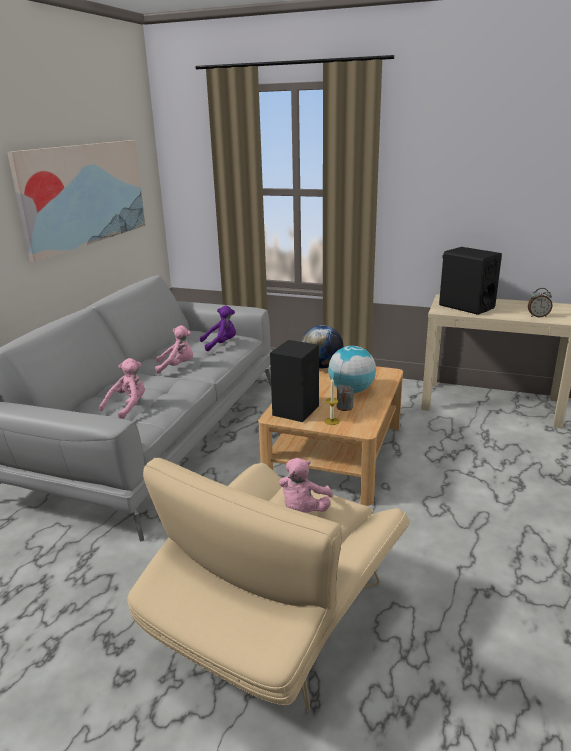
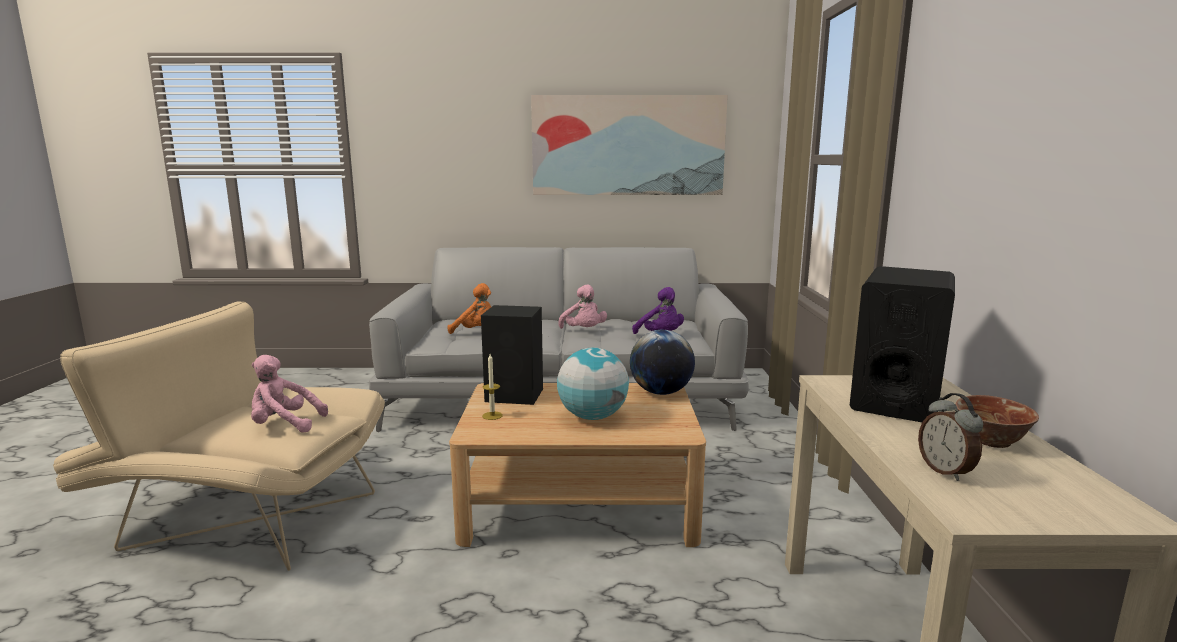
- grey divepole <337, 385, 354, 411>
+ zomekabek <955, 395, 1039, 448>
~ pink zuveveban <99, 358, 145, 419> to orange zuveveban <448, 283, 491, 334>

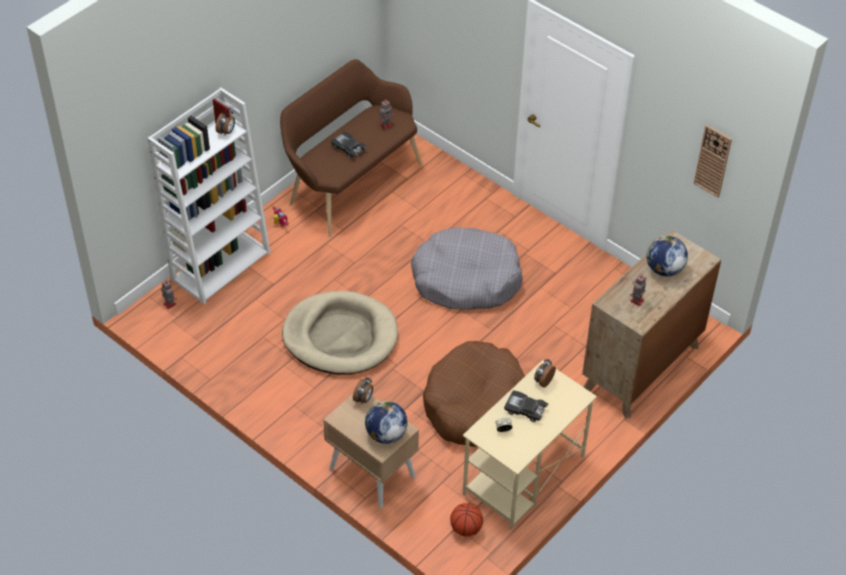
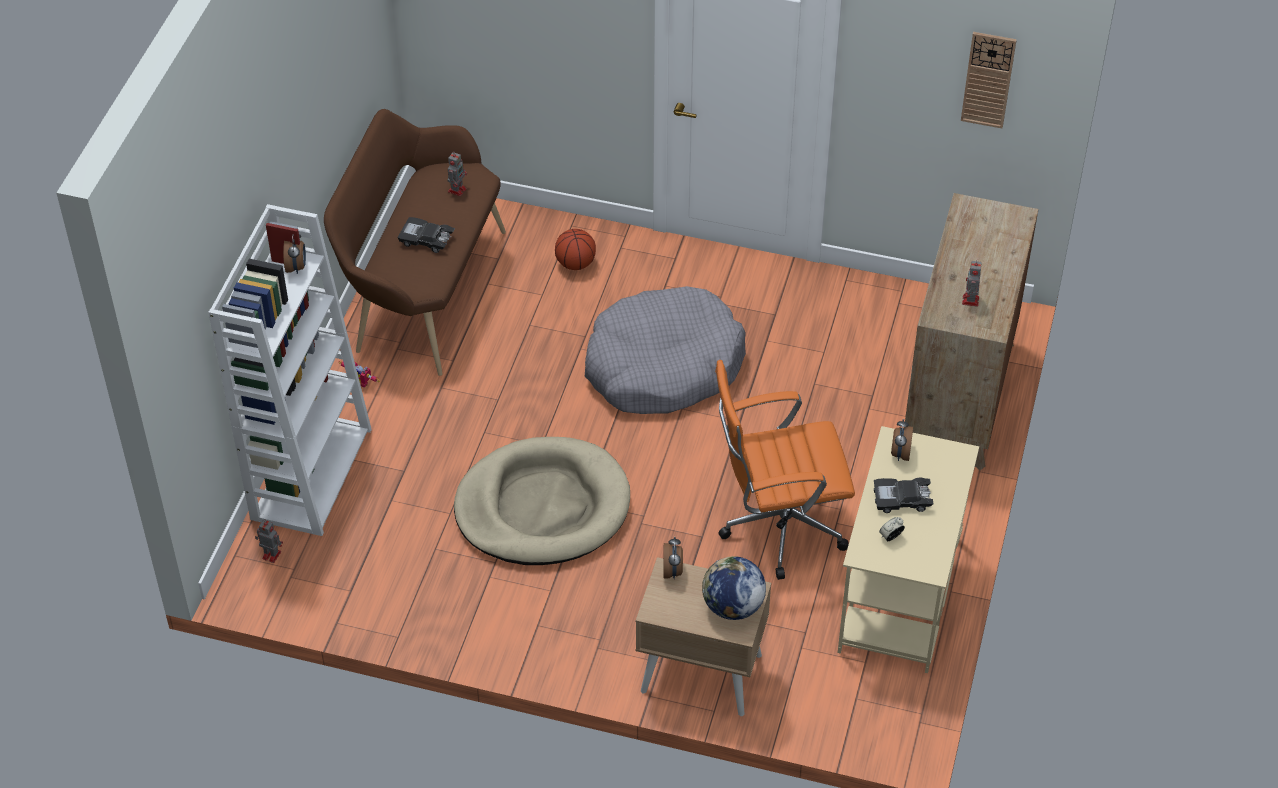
- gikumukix <646, 236, 688, 276>
~ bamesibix <450, 503, 483, 537> to <555, 229, 596, 270>
~ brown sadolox <423, 341, 525, 447> to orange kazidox <715, 360, 855, 580>

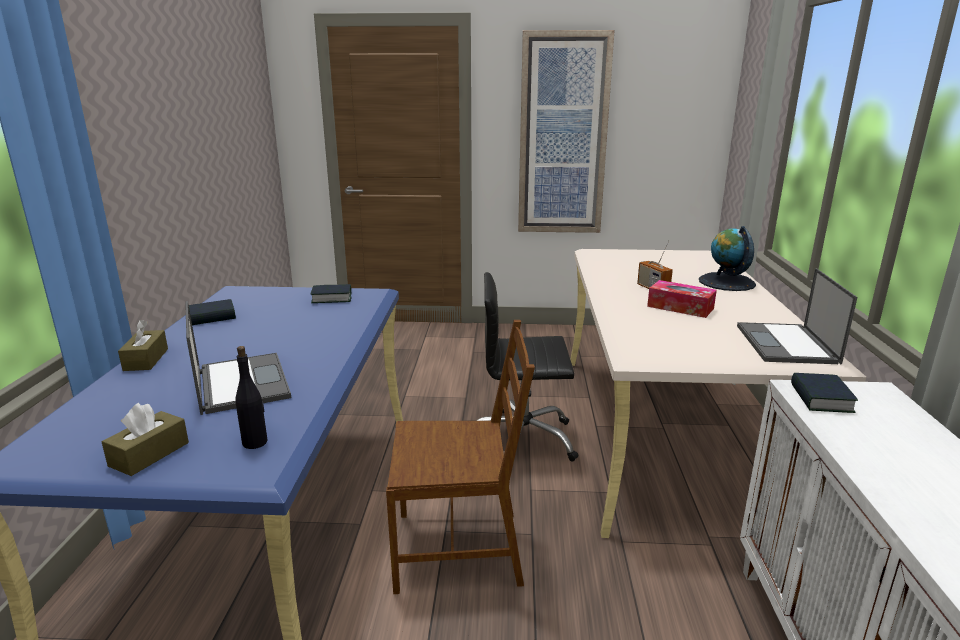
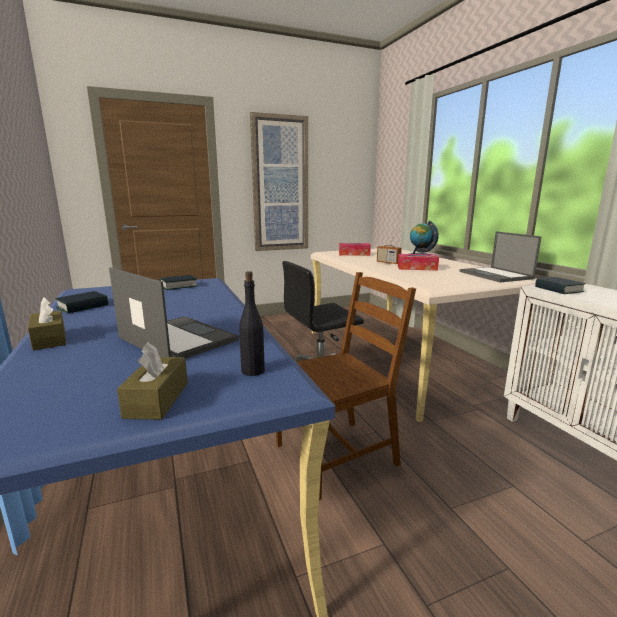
+ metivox <339, 243, 371, 256>

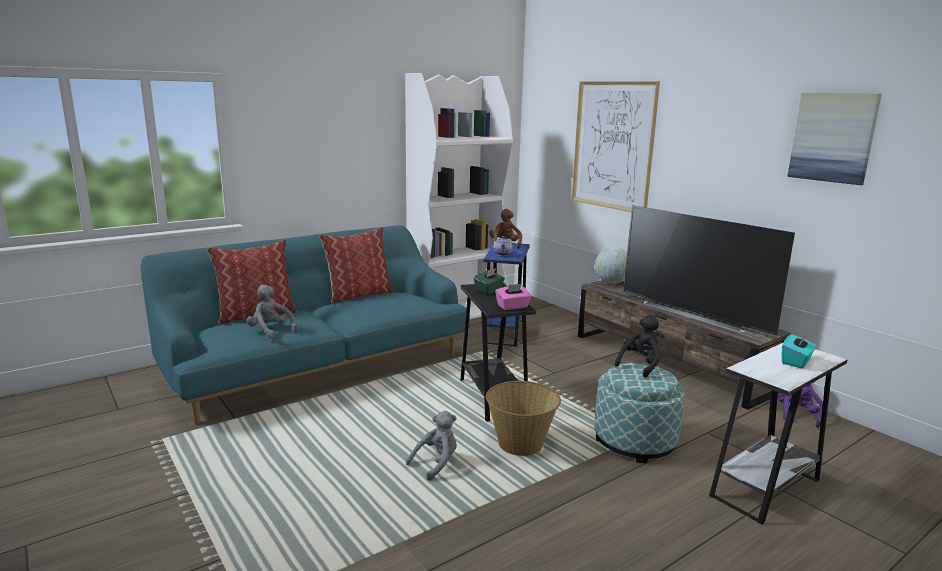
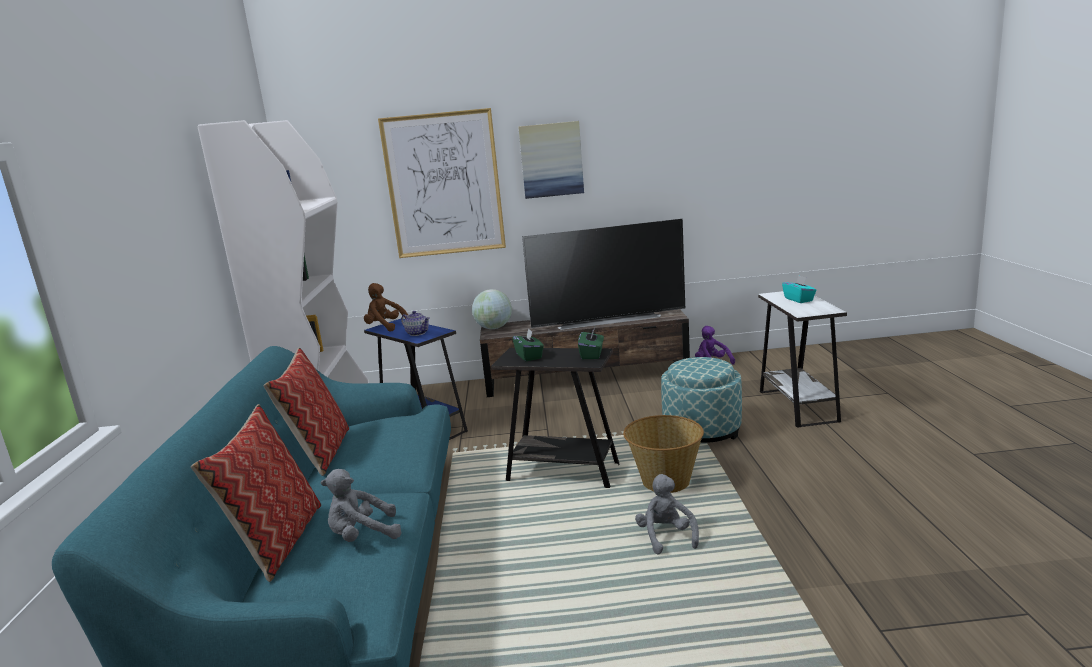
- black zuveveban <615, 315, 661, 377>
~ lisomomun <787, 93, 882, 185> to <518, 121, 584, 199>
~ pink metivox <495, 284, 532, 310> to green metivox <578, 327, 604, 359>

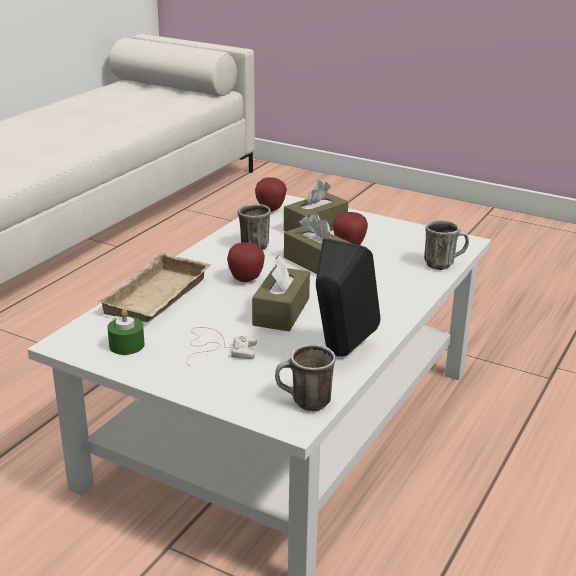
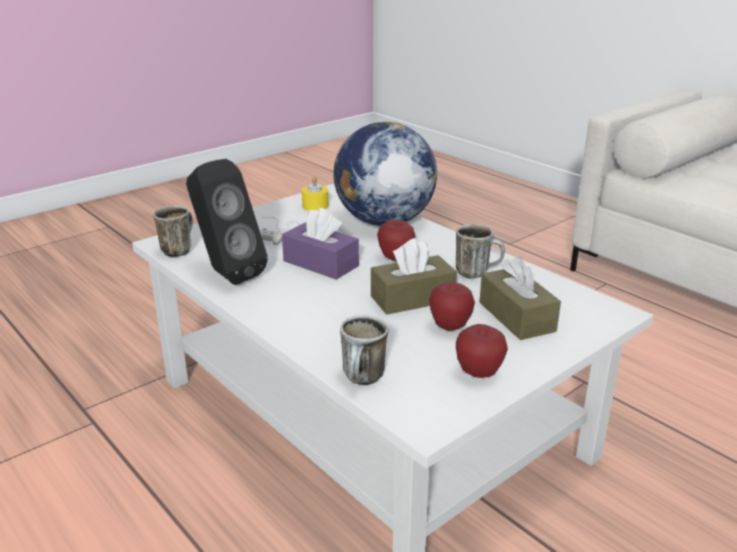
~ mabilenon <255, 177, 287, 212> to <456, 324, 508, 378>
~ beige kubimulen <97, 252, 212, 322> to gikumukix <334, 122, 437, 226>
~ green divepole <107, 309, 145, 355> to yellow divepole <302, 176, 329, 211>
~ brown metivox <252, 255, 310, 331> to purple metivox <282, 208, 359, 280>

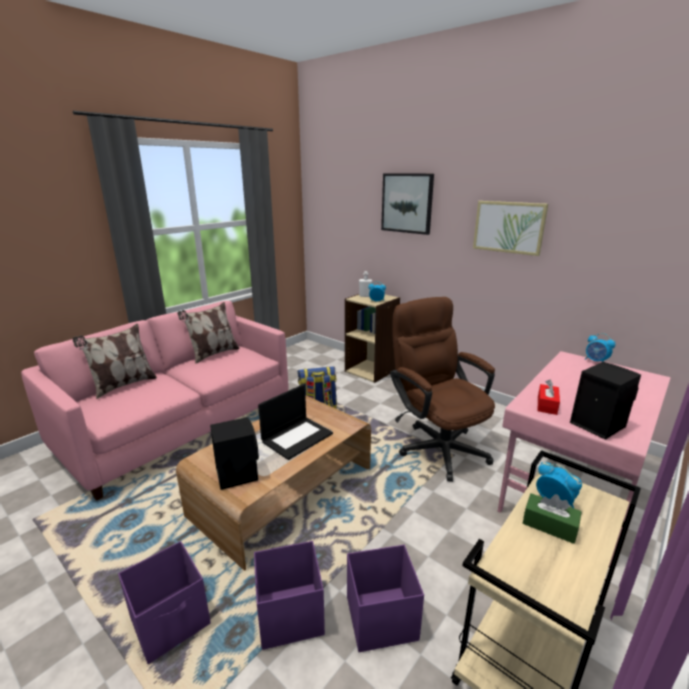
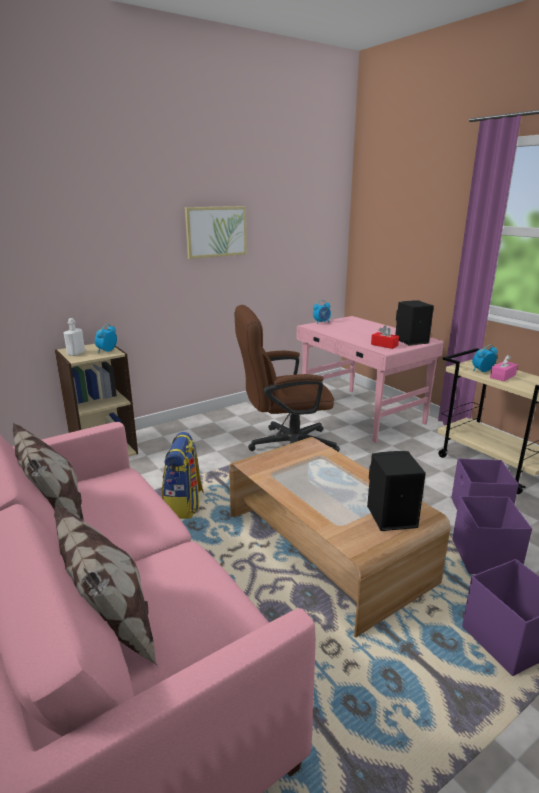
- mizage <258, 384, 333, 460>
- lisomomun <381, 173, 434, 235>
~ green metivox <523, 493, 581, 544> to pink metivox <490, 355, 518, 381>

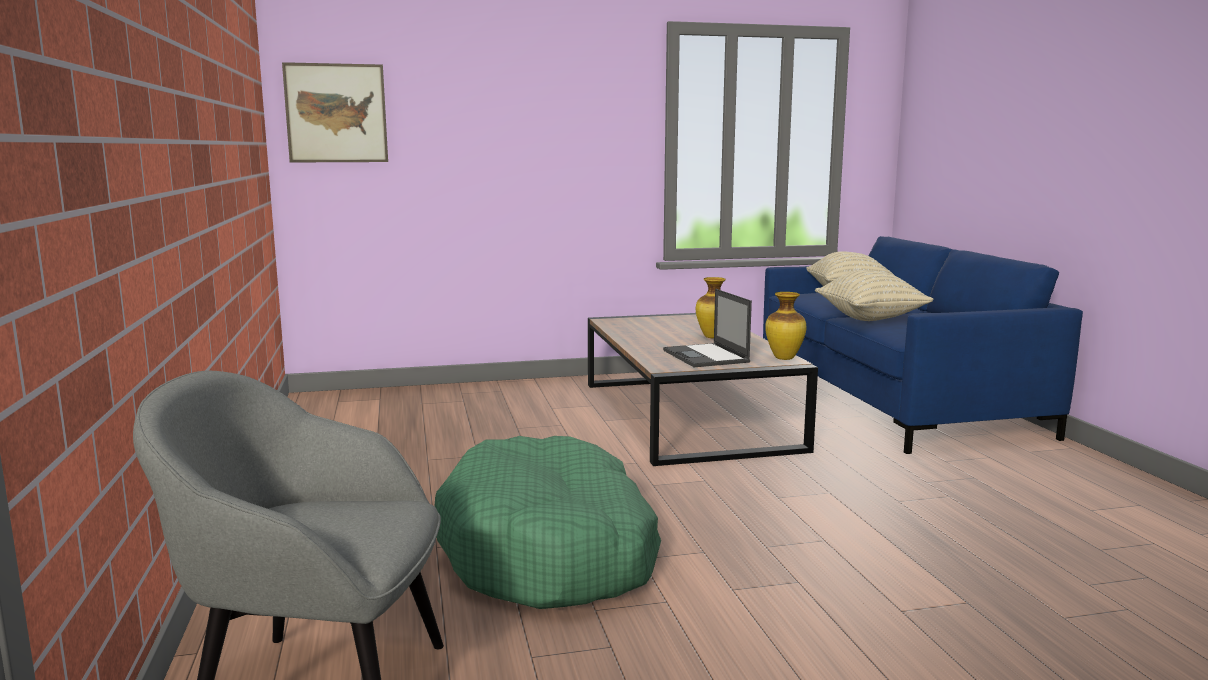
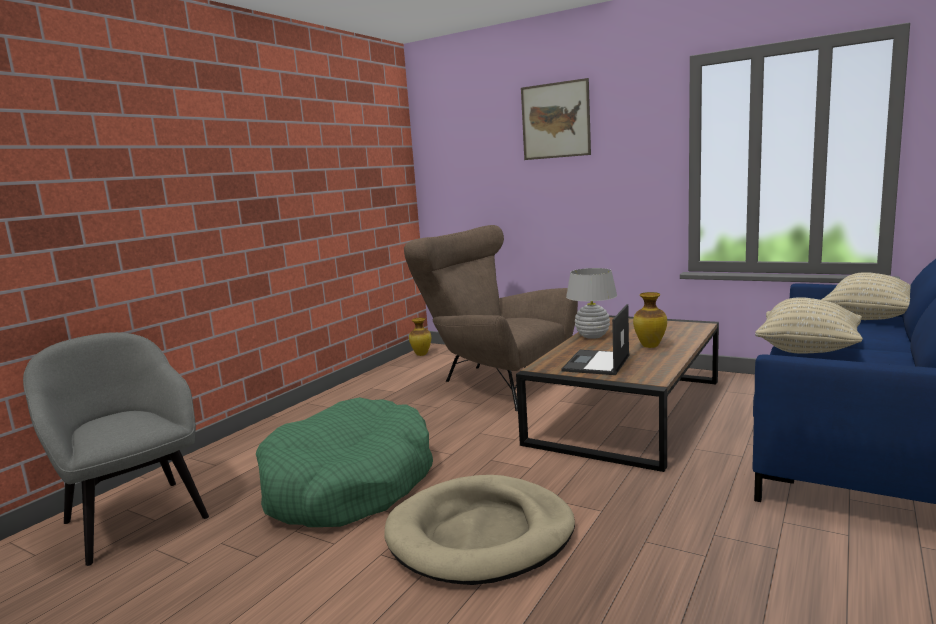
+ beige sadolox <385, 475, 575, 585>
+ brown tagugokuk <404, 225, 578, 411>
+ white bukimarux <566, 268, 617, 339>
~ lisomomun <282, 62, 388, 163> to <521, 78, 591, 160>
~ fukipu <765, 292, 806, 360> to <409, 318, 431, 356>

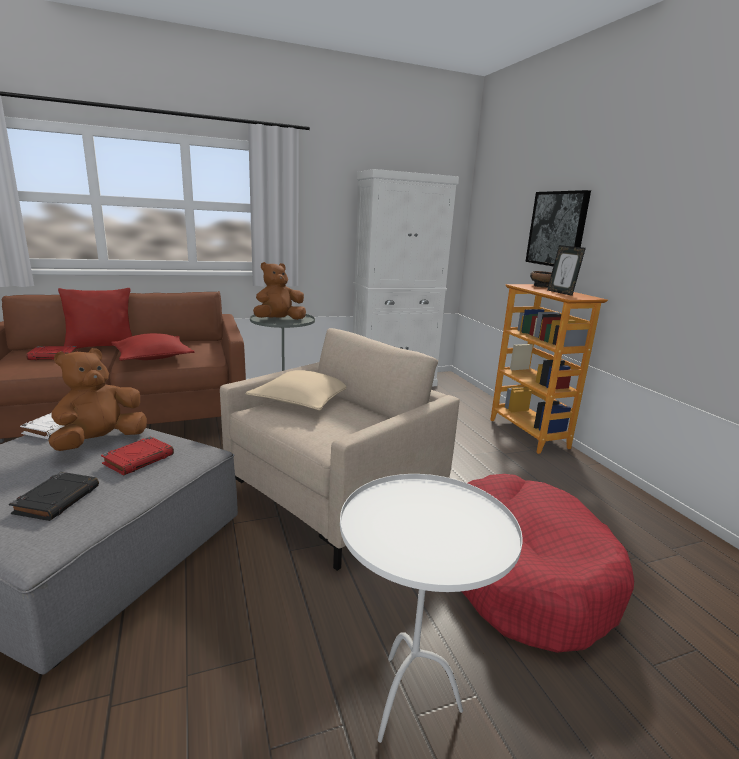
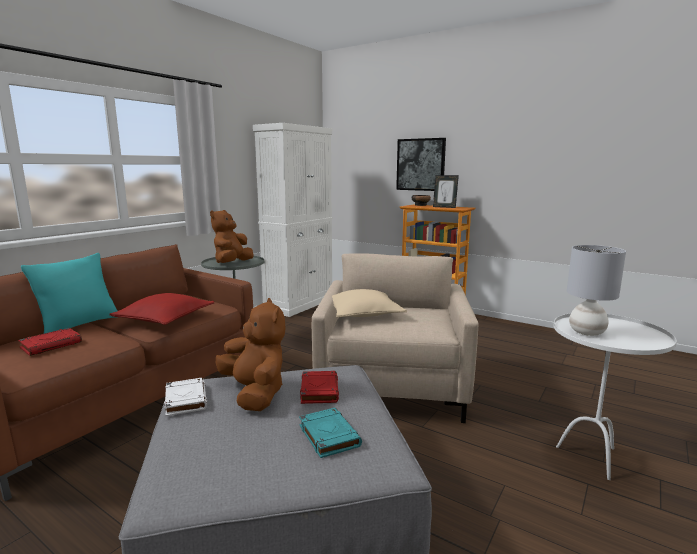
- red sadolox <461, 474, 634, 653>
+ grey bukimarux <567, 245, 626, 336>
~ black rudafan <9, 472, 99, 521> to turquoise rudafan <299, 408, 362, 458>
~ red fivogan <58, 288, 132, 349> to turquoise fivogan <21, 253, 117, 334>
~ brown zuveveban <48, 348, 147, 451> = <216, 298, 286, 411> 150 degrees clockwise

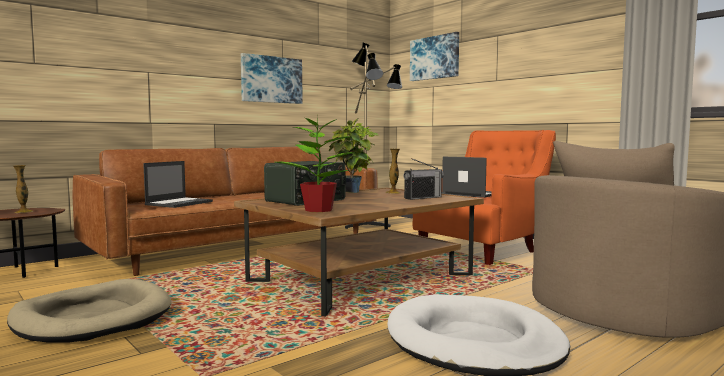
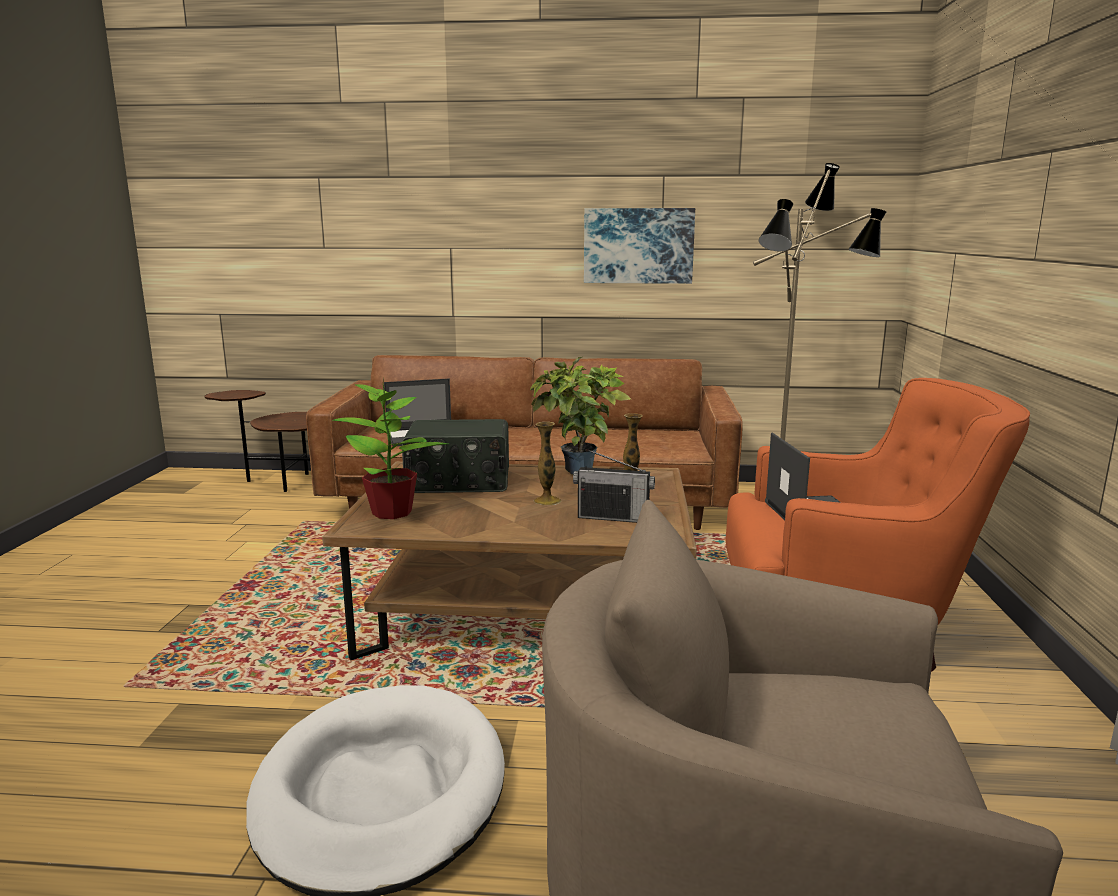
- beige sadolox <7, 279, 171, 343>
- lisomomun <410, 32, 459, 81>
~ fukipu <13, 165, 33, 213> to <533, 422, 561, 505>

